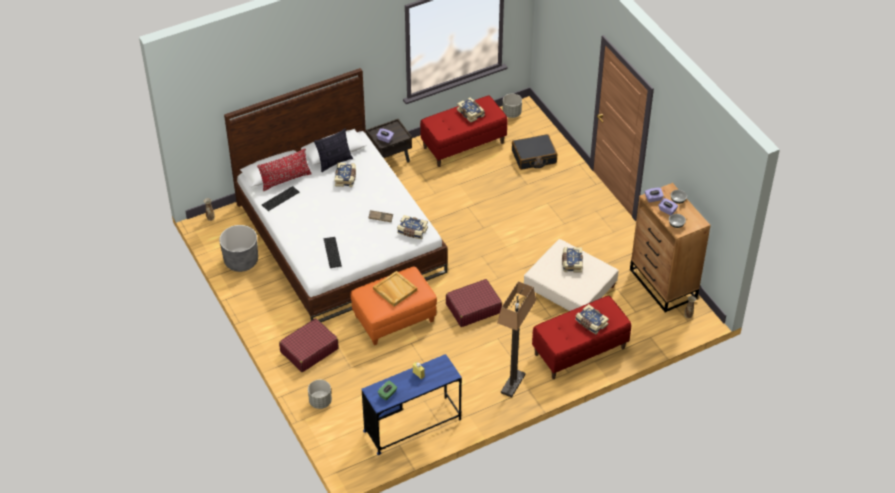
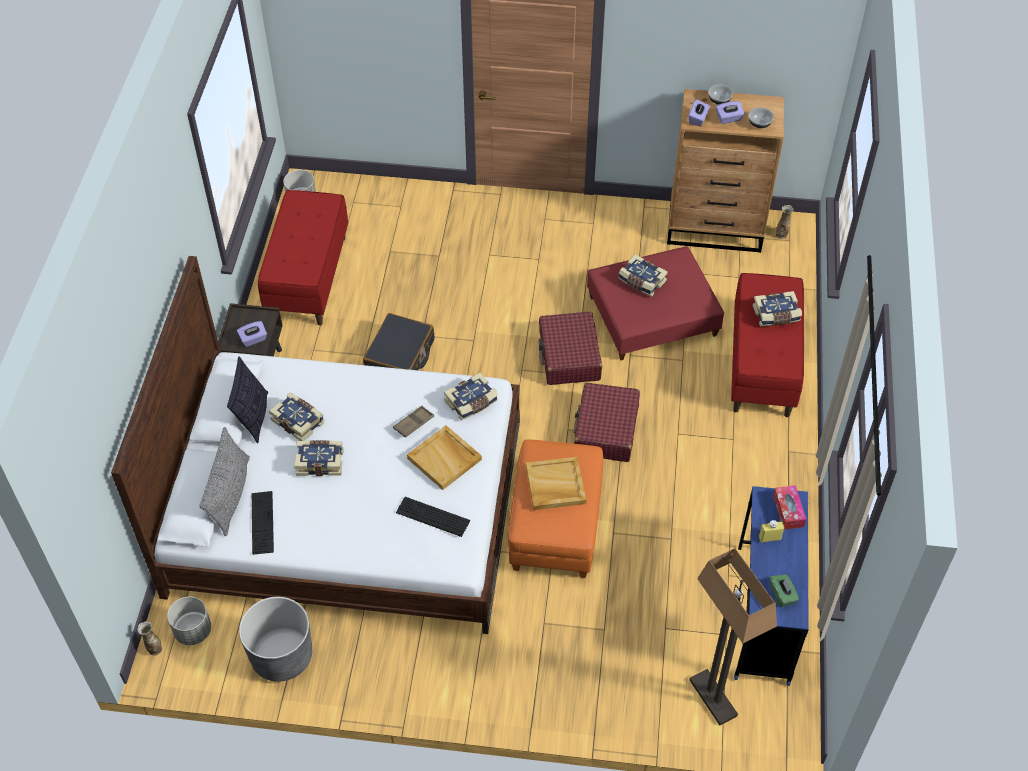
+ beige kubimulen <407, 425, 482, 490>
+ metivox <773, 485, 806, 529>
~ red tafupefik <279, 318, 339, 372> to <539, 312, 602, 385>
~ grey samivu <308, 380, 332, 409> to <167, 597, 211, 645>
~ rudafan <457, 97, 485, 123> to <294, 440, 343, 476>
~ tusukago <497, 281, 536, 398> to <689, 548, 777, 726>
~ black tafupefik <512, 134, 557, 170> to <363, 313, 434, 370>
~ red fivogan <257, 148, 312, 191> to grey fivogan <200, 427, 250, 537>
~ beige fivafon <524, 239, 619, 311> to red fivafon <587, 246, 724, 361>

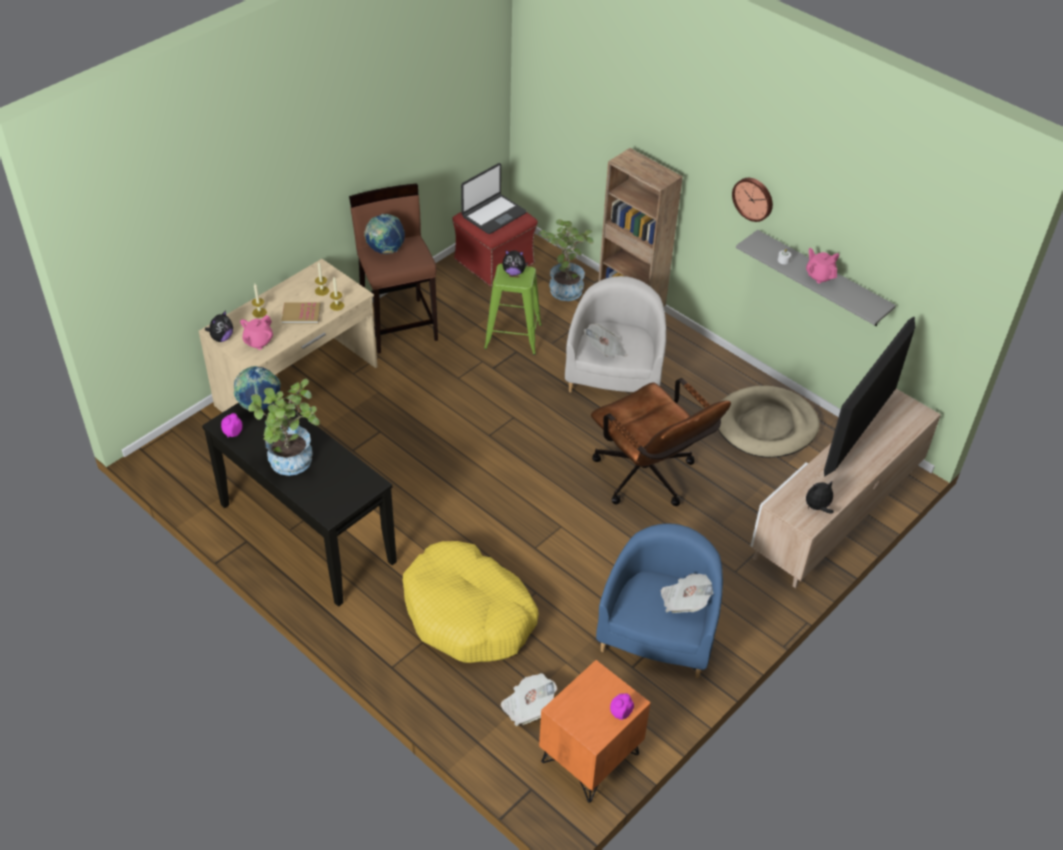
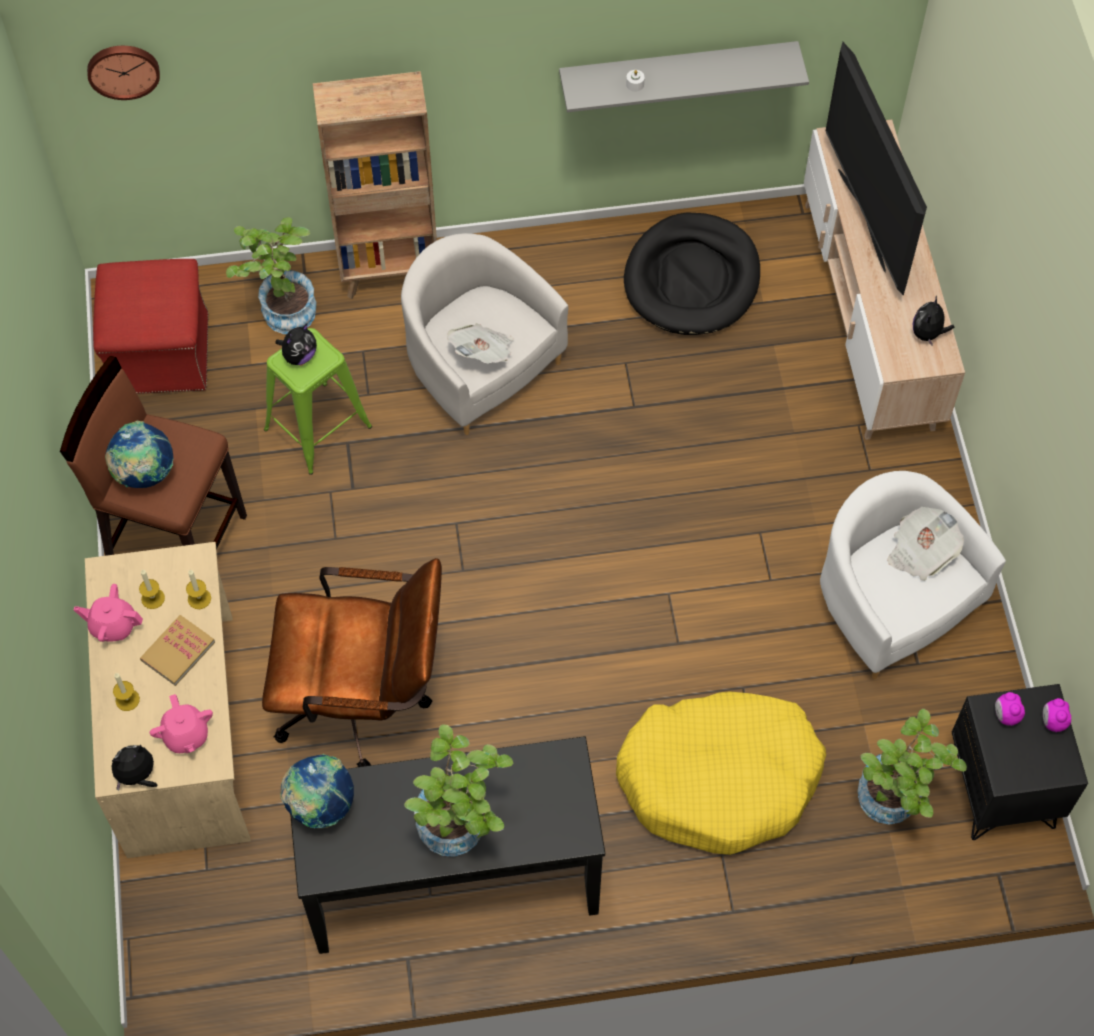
- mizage <461, 163, 527, 234>
~ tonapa <221, 413, 243, 437> to <995, 692, 1025, 726>
~ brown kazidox <591, 378, 731, 506> to <262, 558, 442, 767>
~ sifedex <732, 178, 773, 222> to <87, 46, 160, 100>
~ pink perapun <806, 248, 839, 284> to <74, 584, 143, 642>
~ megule <501, 673, 557, 726> to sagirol <858, 709, 967, 825>
~ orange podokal <539, 660, 651, 803> to black podokal <952, 684, 1088, 840>
~ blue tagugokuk <596, 523, 723, 678> to white tagugokuk <820, 471, 1006, 679>
~ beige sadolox <718, 385, 820, 458> to black sadolox <624, 212, 760, 335>
~ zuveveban <205, 310, 233, 342> = <112, 744, 157, 791> 105 degrees counterclockwise

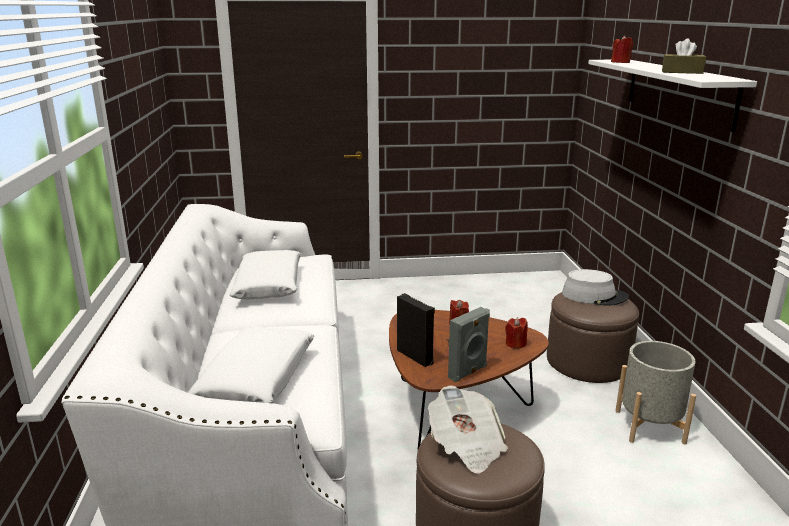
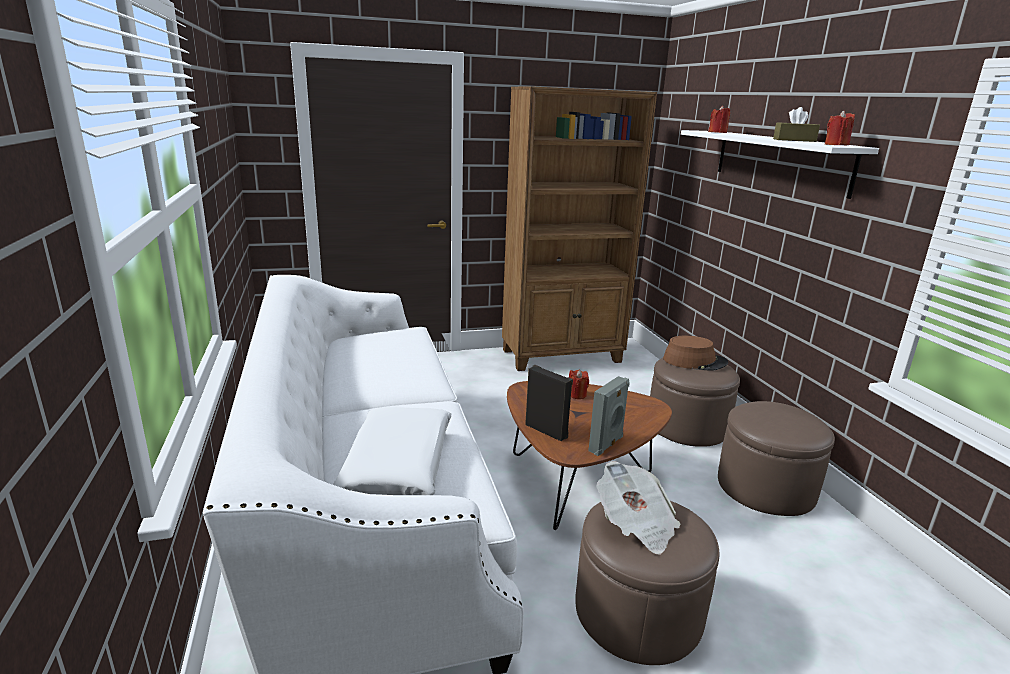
- white fivogan <230, 250, 301, 299>
+ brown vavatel <502, 86, 657, 371>
~ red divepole <505, 317, 528, 349> to <825, 110, 855, 145>
~ grey samivu <616, 341, 696, 444> to brown fivafon <718, 401, 835, 516>
~ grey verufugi <562, 269, 629, 306> to brown verufugi <663, 336, 728, 370>

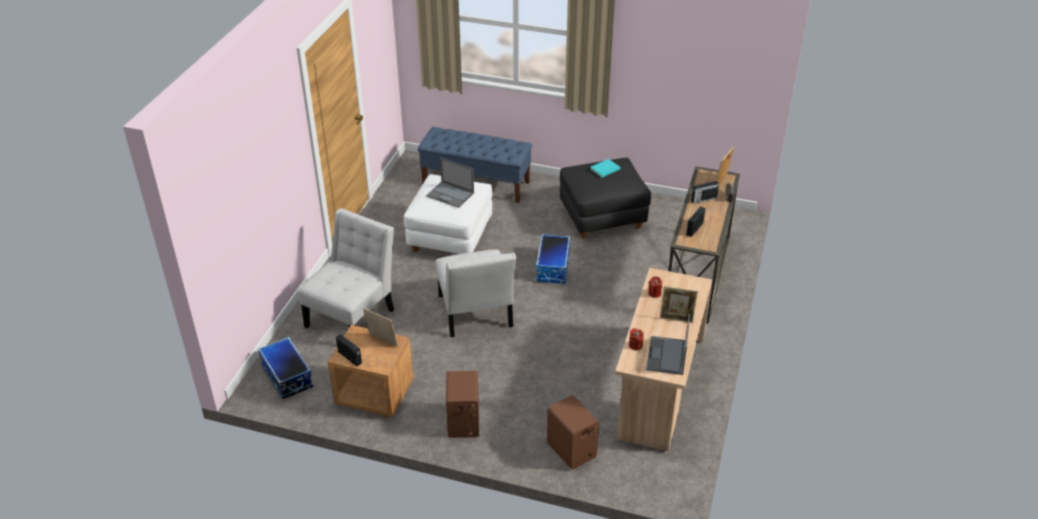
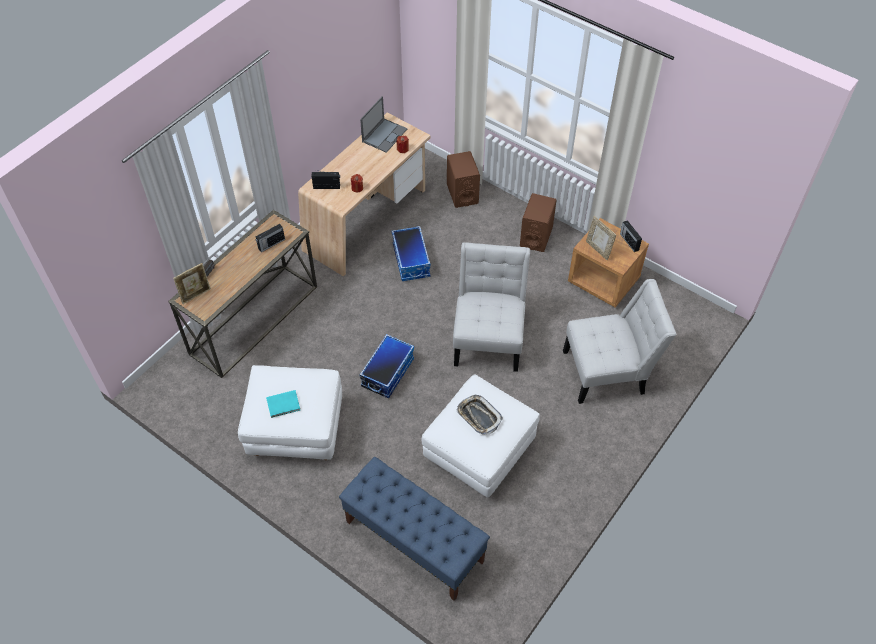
- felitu <659, 286, 698, 323>
~ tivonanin <258, 337, 313, 399> to <392, 226, 430, 281>
~ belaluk <691, 180, 719, 204> to <312, 170, 340, 189>
~ mizage <426, 158, 474, 208> to kubimulen <456, 395, 503, 435>
~ black fivafon <560, 158, 651, 239> to white fivafon <238, 365, 342, 460>
~ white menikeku <298, 208, 394, 328> = <563, 279, 677, 404> 150 degrees counterclockwise

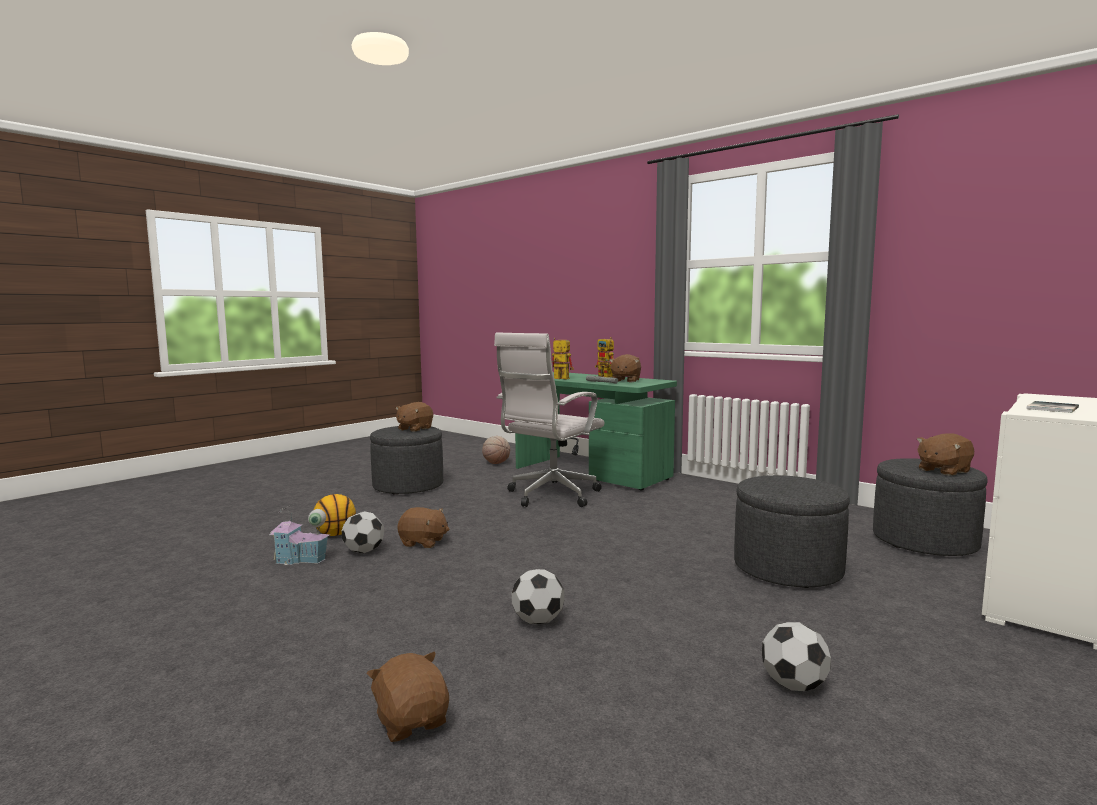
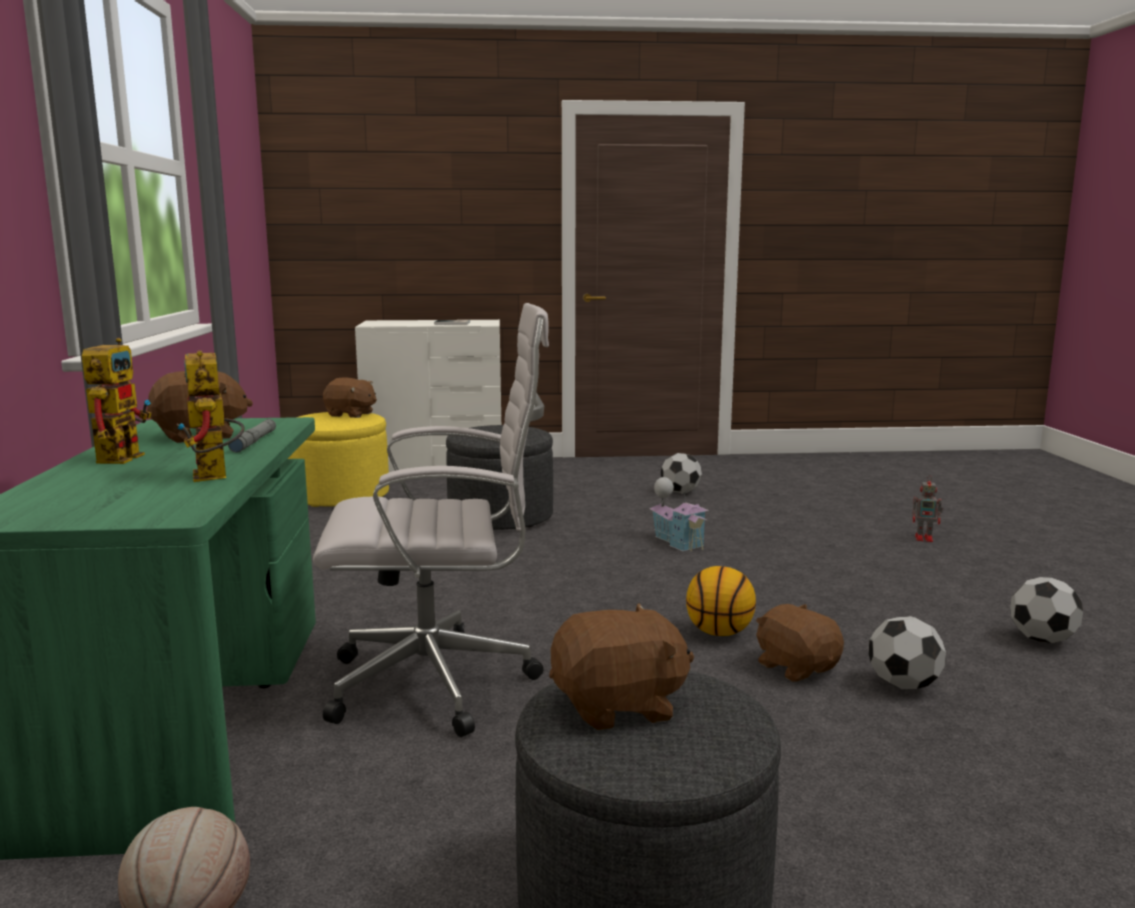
~ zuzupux <269, 505, 330, 565> to <649, 477, 709, 551>
~ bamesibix <314, 494, 356, 536> to <686, 566, 756, 636>
~ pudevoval <512, 569, 564, 624> to <1010, 577, 1083, 643>
~ brown zuveveban <367, 652, 449, 742> to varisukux <912, 476, 943, 542>
~ grey fivafon <873, 458, 988, 556> to yellow fivafon <288, 412, 389, 507>

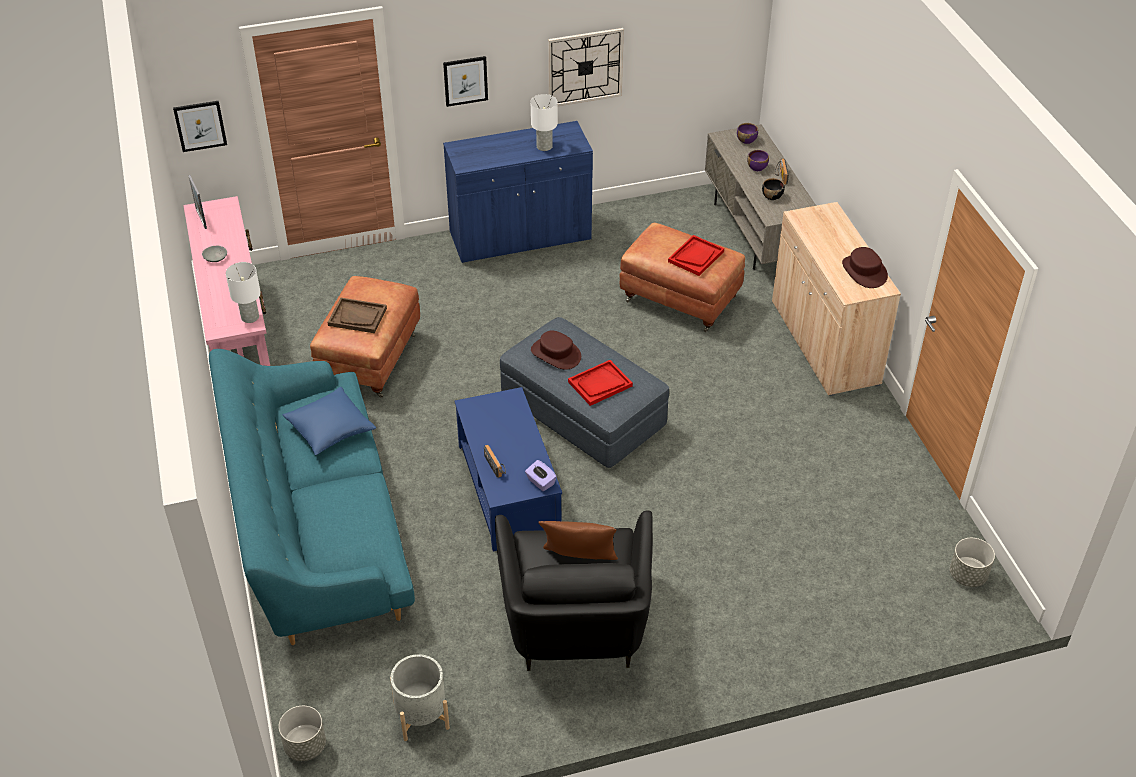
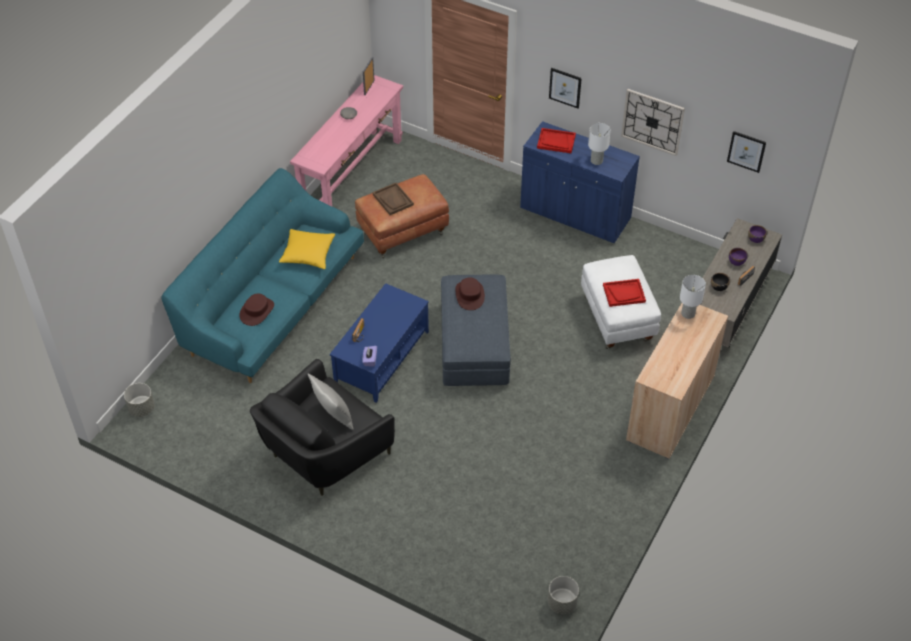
- grey samivu <390, 654, 450, 741>
~ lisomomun <173, 101, 227, 152> to <727, 131, 766, 173>
~ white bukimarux <226, 262, 261, 323> to <680, 275, 706, 319>
~ red kubimulen <568, 360, 633, 406> to <537, 128, 576, 153>
~ brown verufugi <842, 247, 888, 288> to <239, 294, 274, 326>
~ blue fivogan <283, 387, 376, 455> to yellow fivogan <279, 229, 335, 269>
~ brown fivogan <538, 521, 618, 560> to grey fivogan <308, 373, 354, 430>
~ brown fivafon <620, 223, 745, 332> to white fivafon <581, 255, 661, 349>

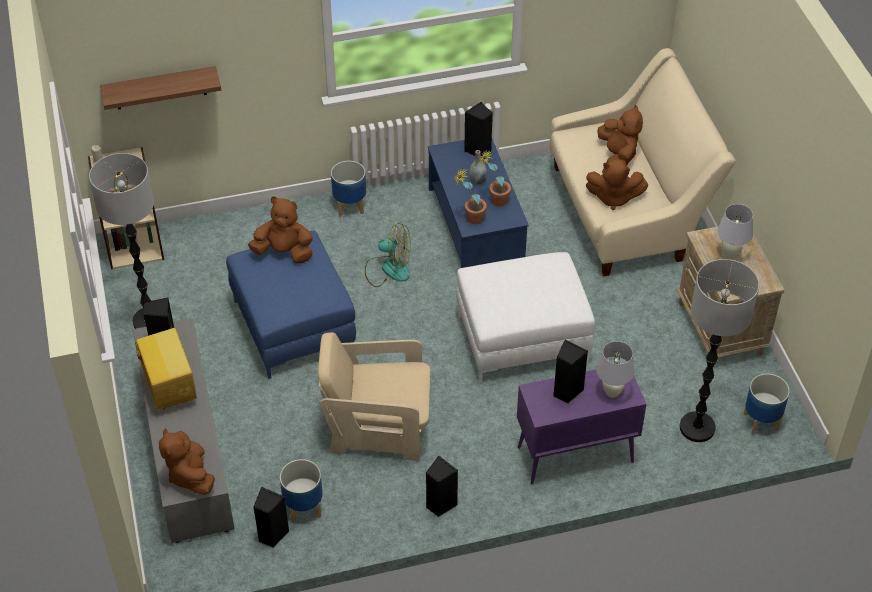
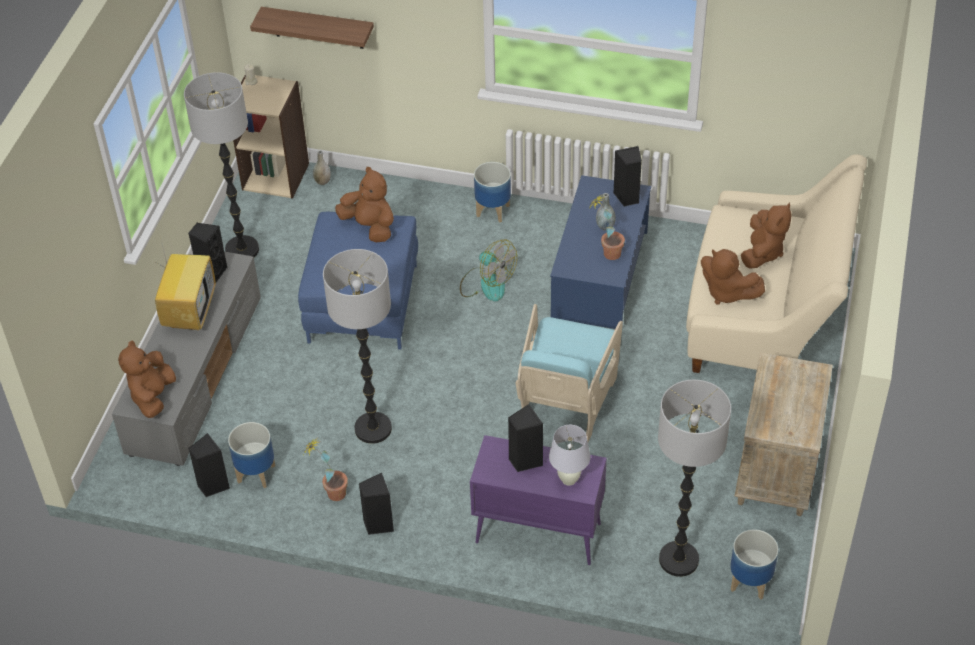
- white bukimarux <717, 204, 753, 259>
+ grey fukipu <313, 150, 331, 185>
~ sagirol <452, 168, 487, 224> to <304, 437, 348, 501>
~ beige tagugokuk <318, 332, 431, 461> to tusukago <323, 249, 392, 444>
~ white fivafon <456, 252, 595, 383> to turquoise tagugokuk <516, 304, 623, 442>

